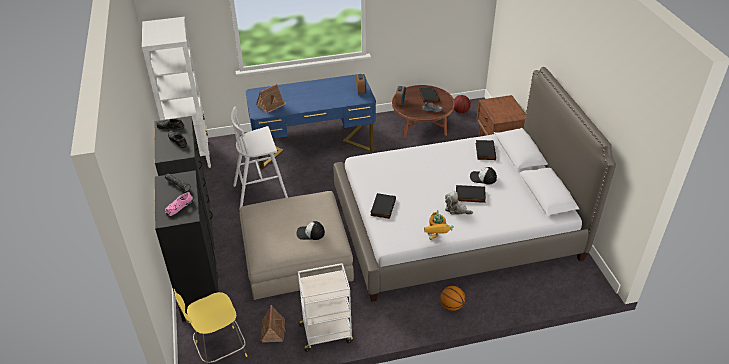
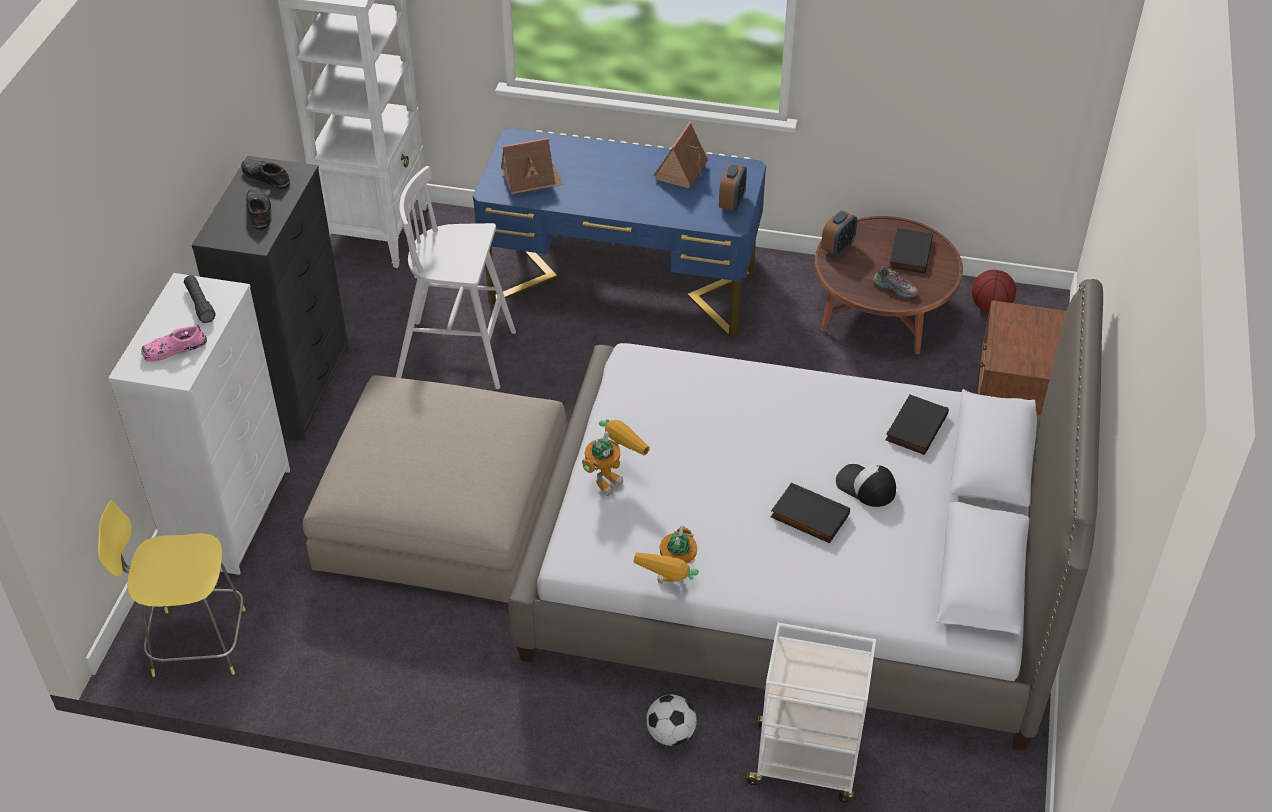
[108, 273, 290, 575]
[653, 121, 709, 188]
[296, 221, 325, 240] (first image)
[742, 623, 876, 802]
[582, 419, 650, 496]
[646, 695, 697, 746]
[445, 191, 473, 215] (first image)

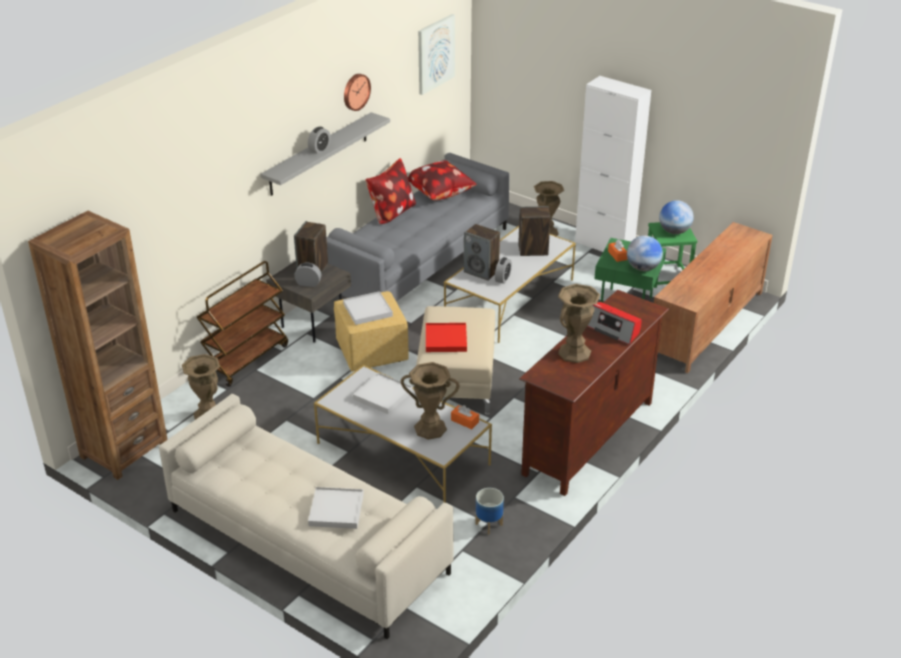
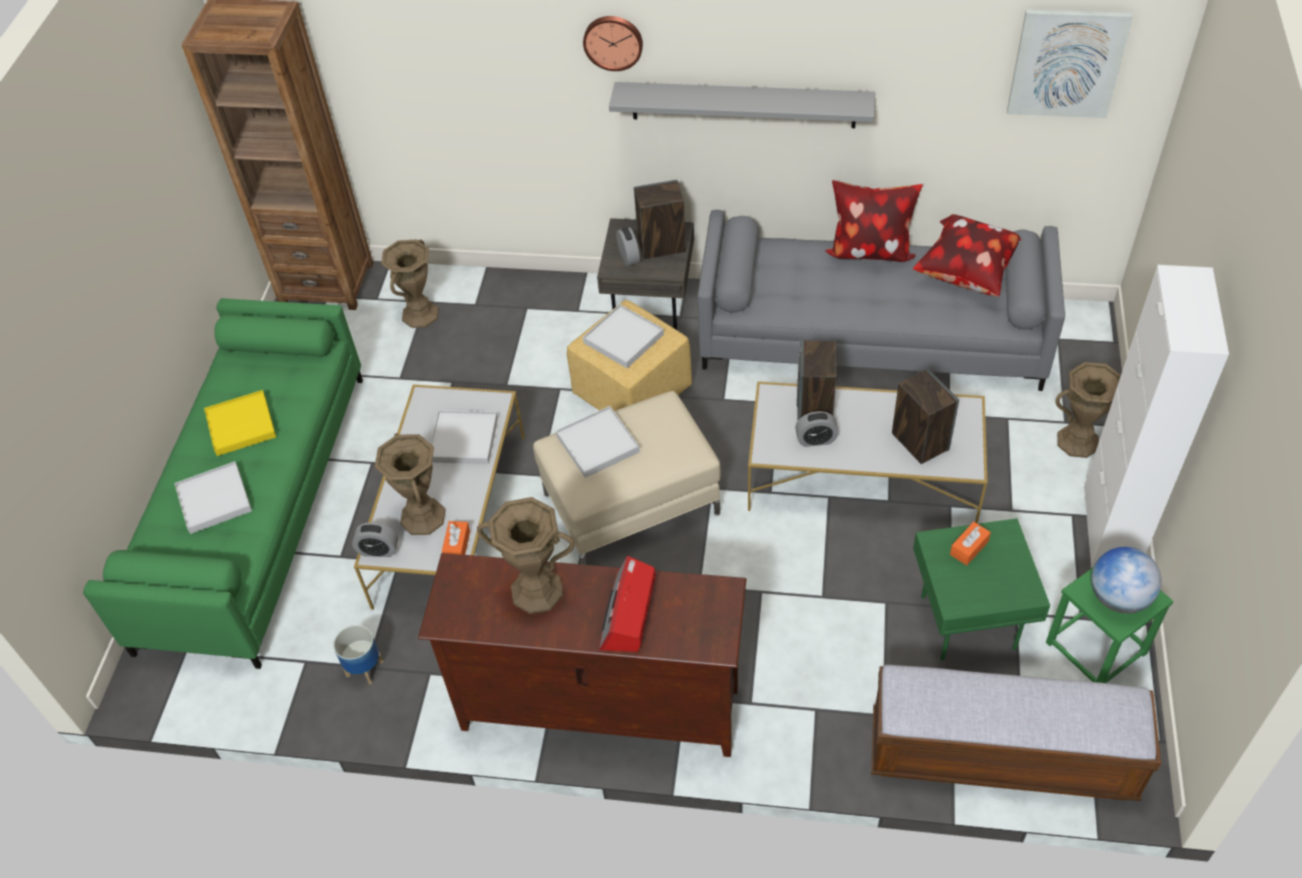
[83, 298, 363, 669]
[196, 261, 288, 387] (first image)
[352, 523, 398, 557]
[583, 16, 643, 71]
[556, 406, 640, 478]
[627, 236, 663, 271] (first image)
[871, 665, 1161, 801]
[204, 390, 276, 456]

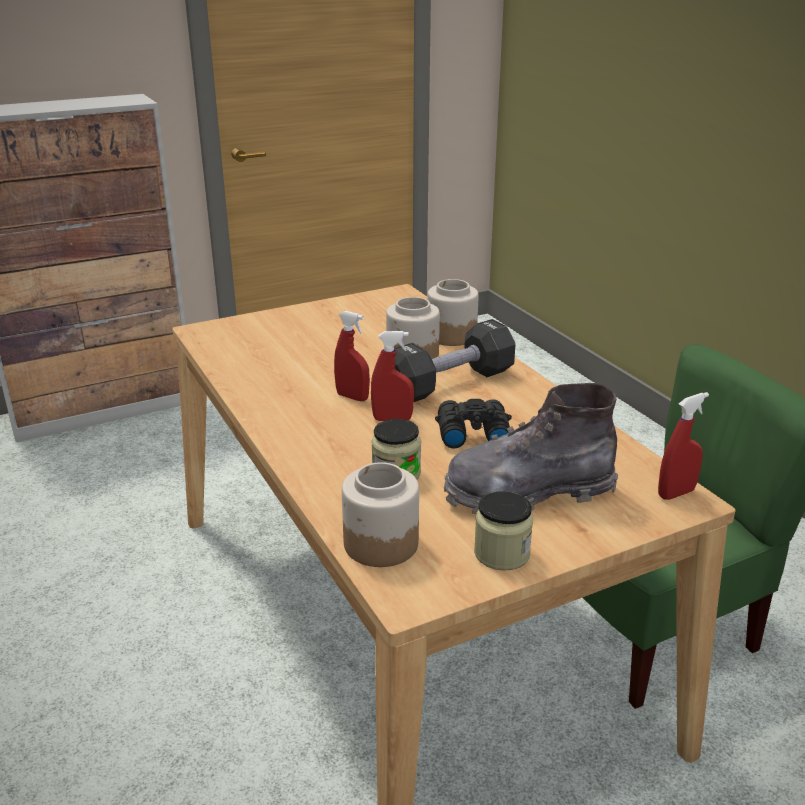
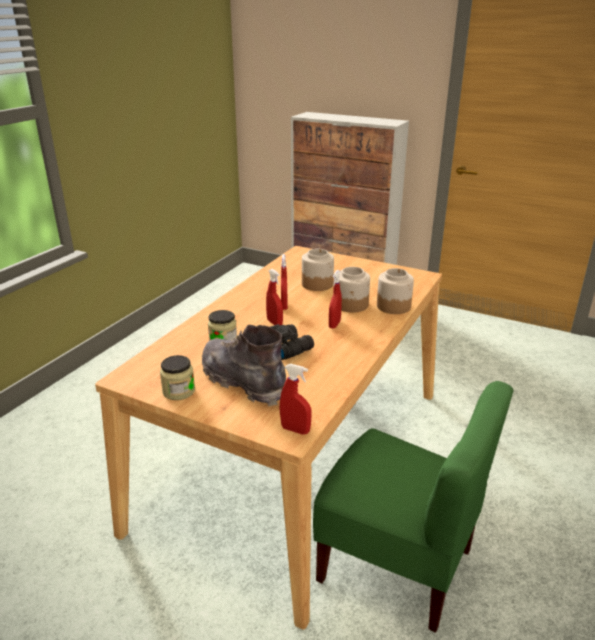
[302, 249, 334, 291]
[329, 270, 342, 329]

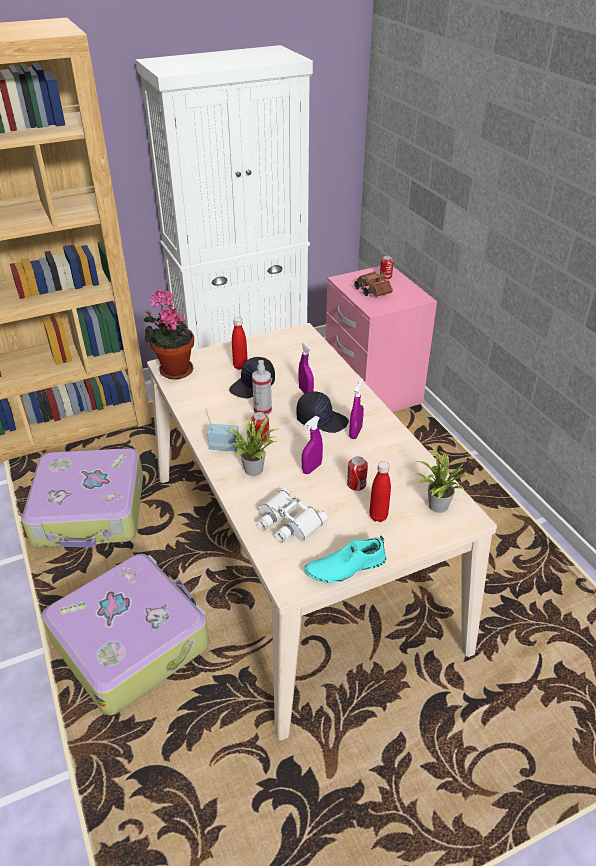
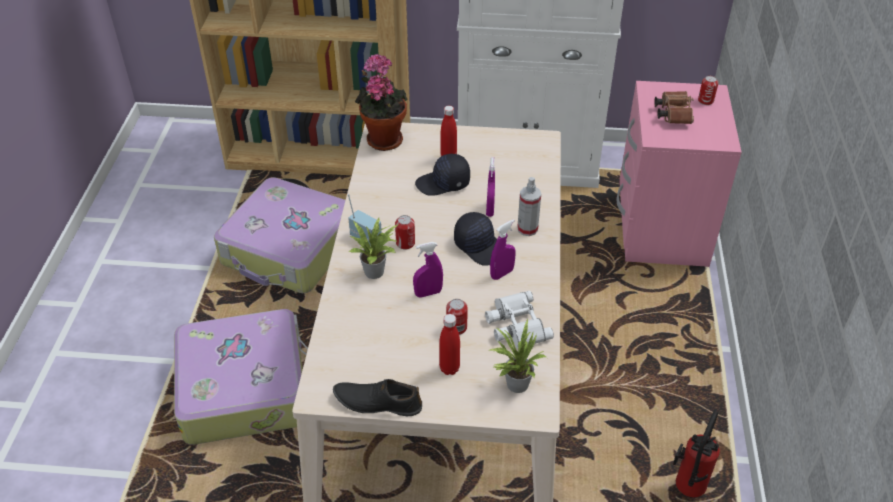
[517, 177, 541, 236]
[485, 291, 554, 349]
[333, 379, 422, 416]
[673, 409, 720, 497]

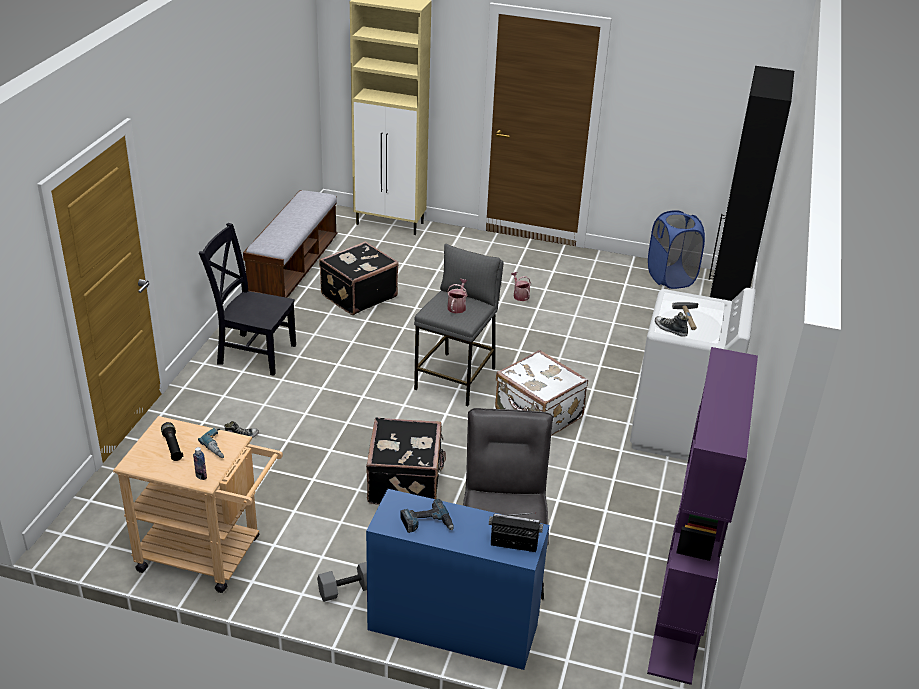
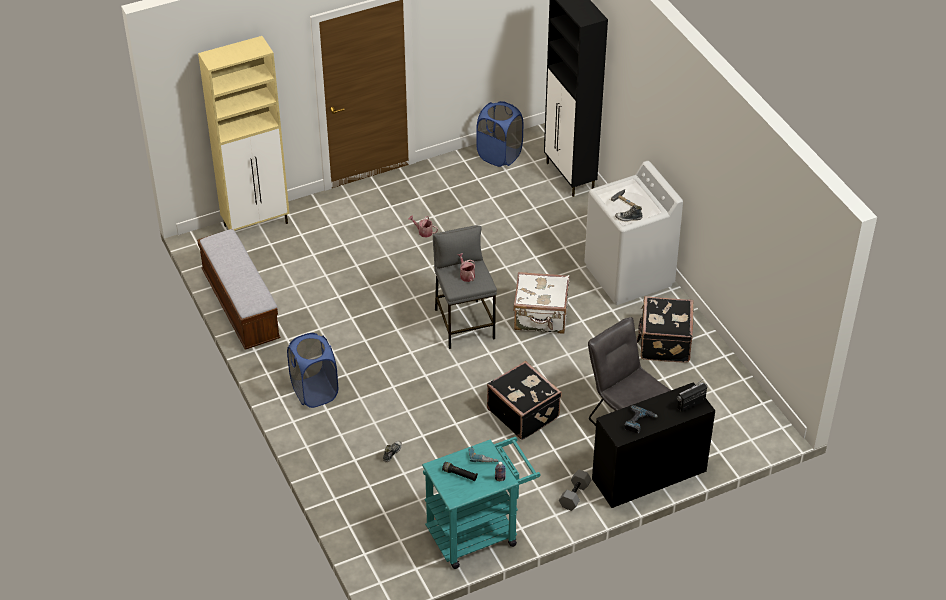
[422, 437, 541, 569]
[287, 333, 338, 408]
[637, 296, 694, 363]
[592, 382, 715, 508]
[647, 347, 758, 685] (first image)

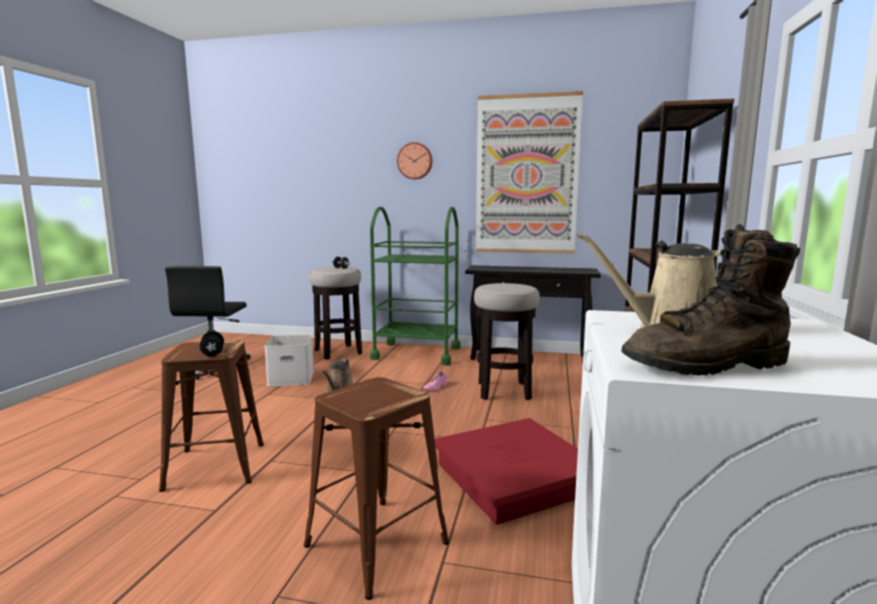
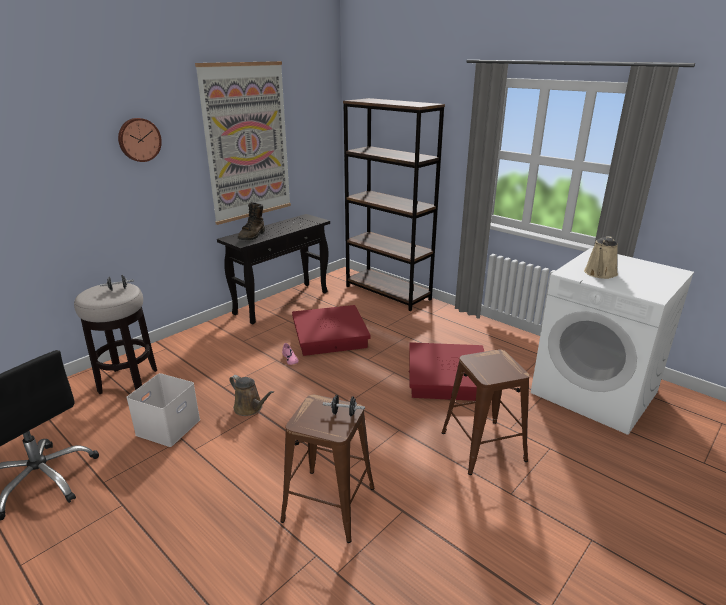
[370, 206, 461, 365] (first image)
[292, 305, 371, 356]
[238, 202, 265, 240]

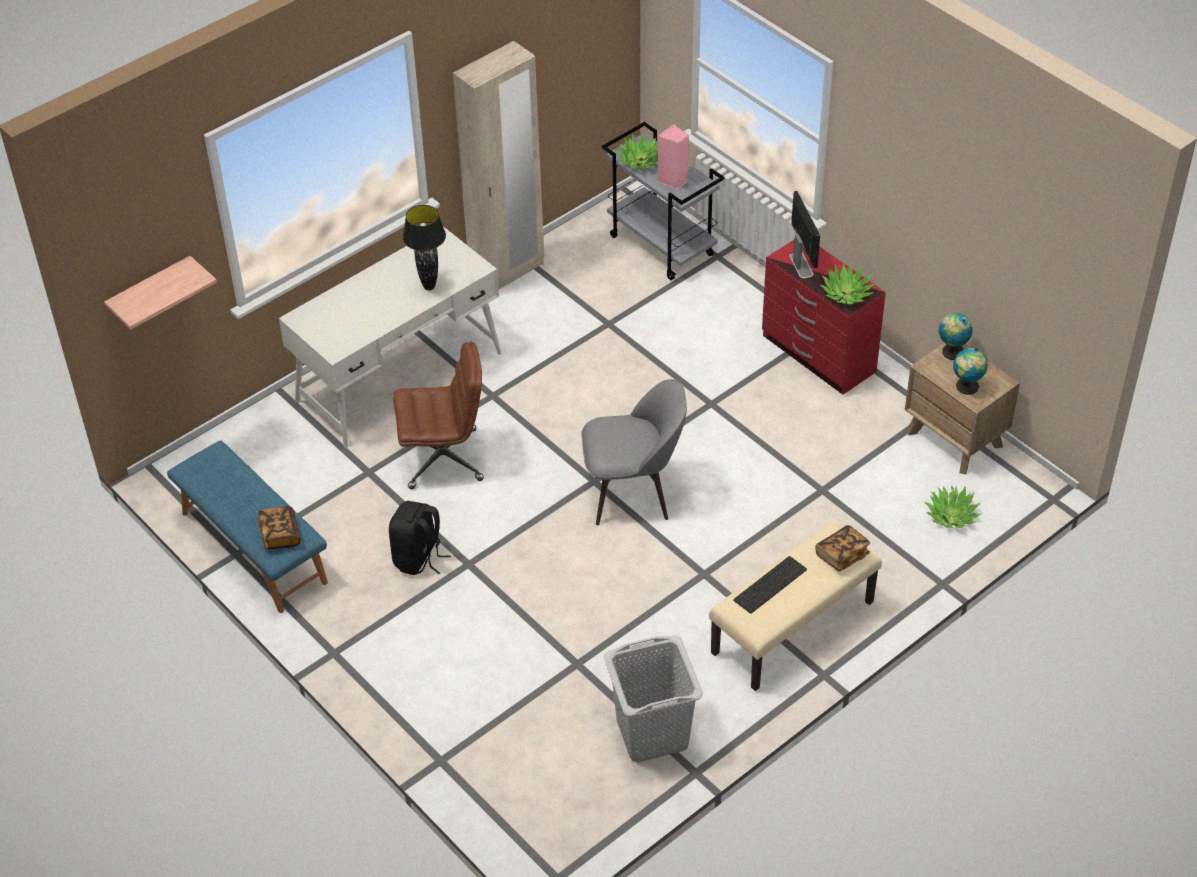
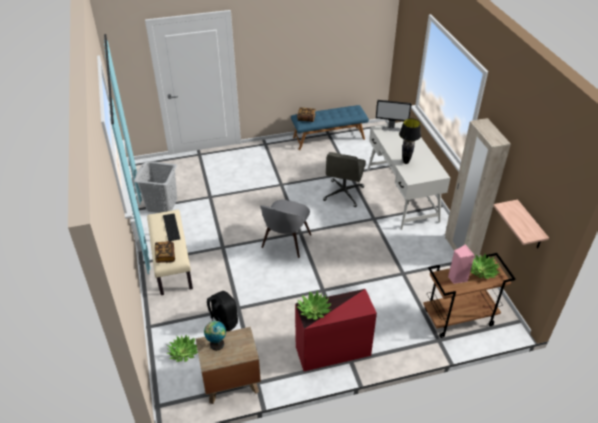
[493, 200, 549, 249]
[207, 291, 238, 332]
[323, 152, 366, 207]
[423, 253, 516, 338]
[376, 100, 412, 132]
[939, 313, 973, 360] (first image)

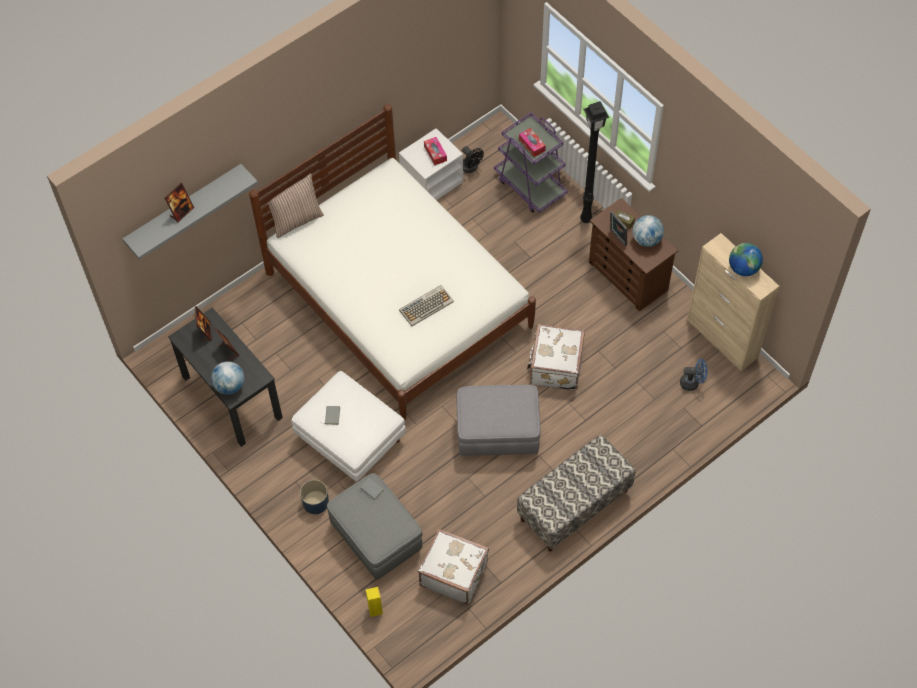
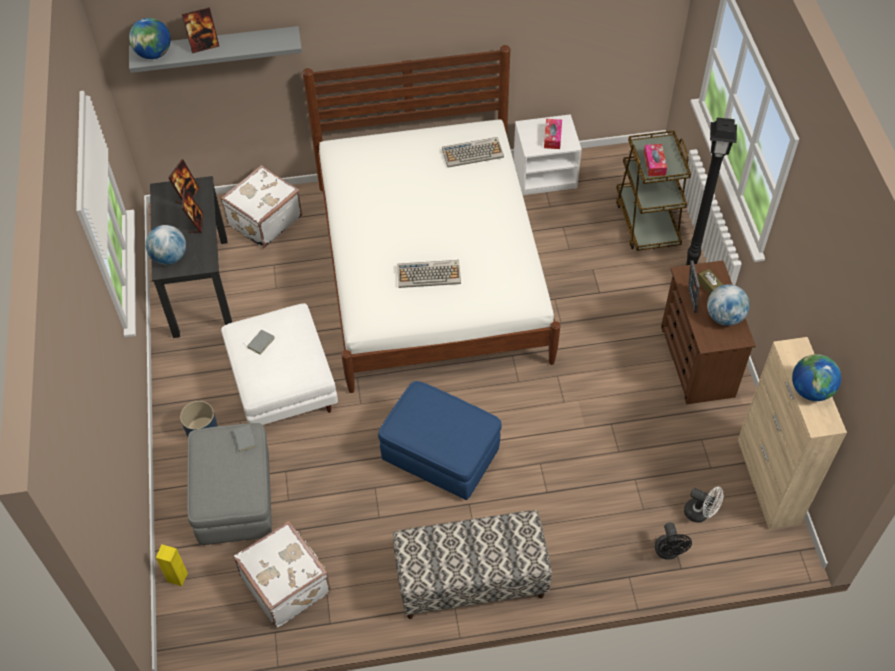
[263, 173, 324, 238] (first image)
[378, 381, 502, 500]
[655, 522, 692, 560]
[616, 130, 691, 251]
[221, 165, 302, 248]
[684, 487, 723, 523]
[129, 18, 171, 59]
[442, 137, 504, 168]

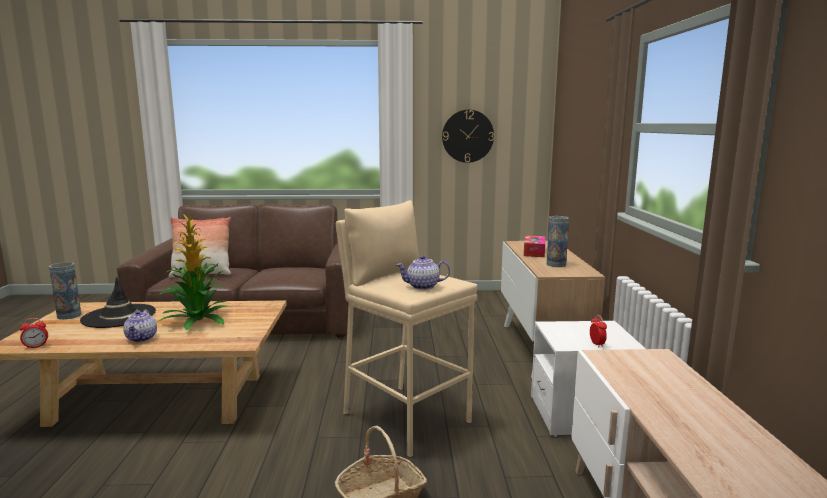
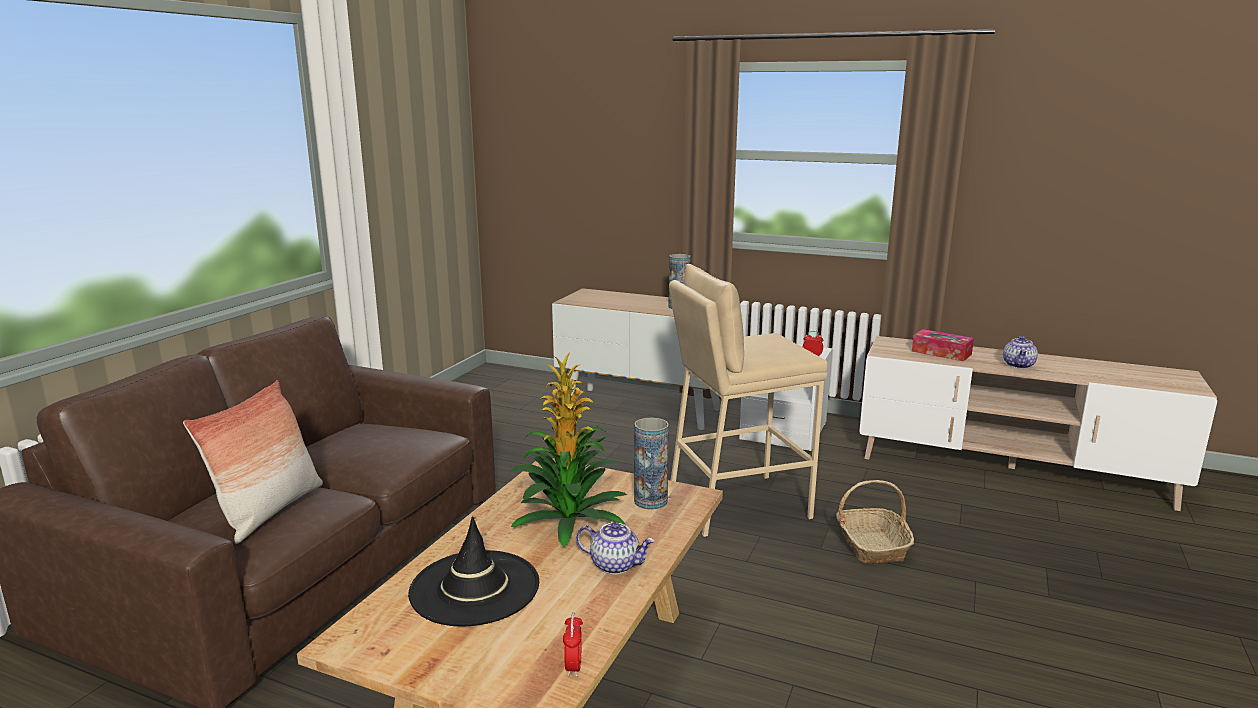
[634, 417, 669, 510]
[1003, 336, 1038, 369]
[442, 110, 494, 163] (first image)
[912, 329, 974, 361]

